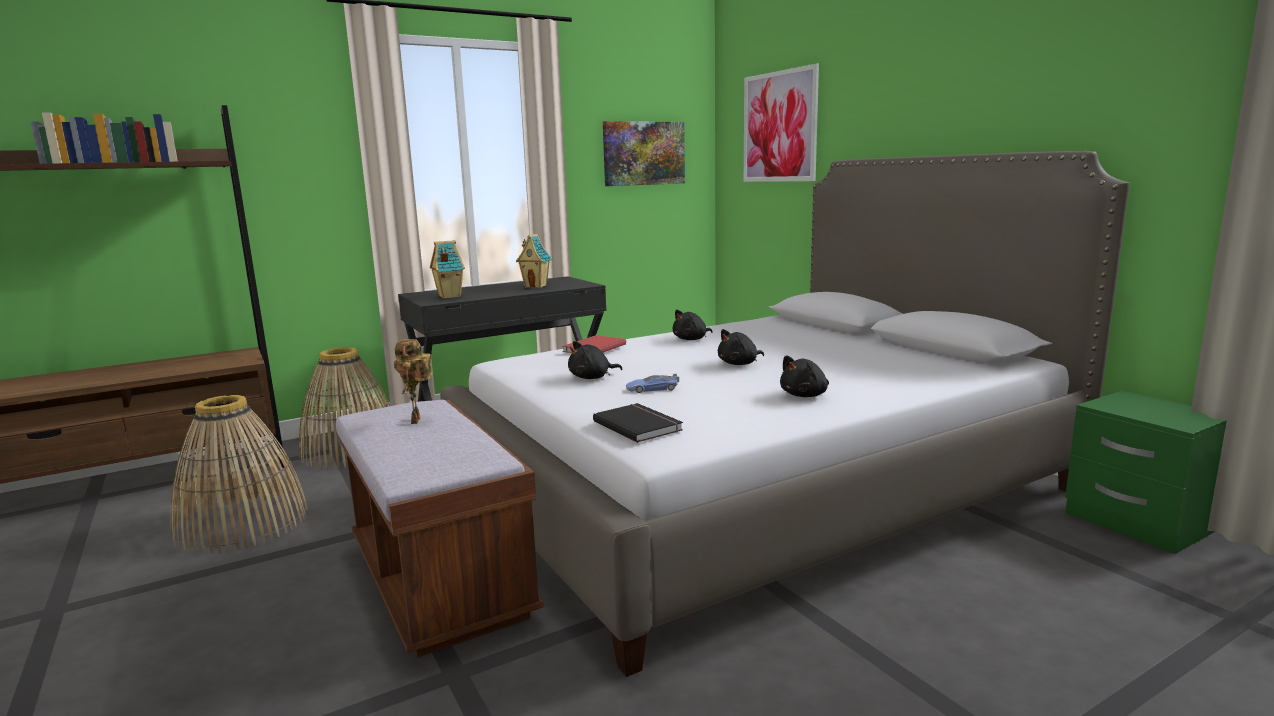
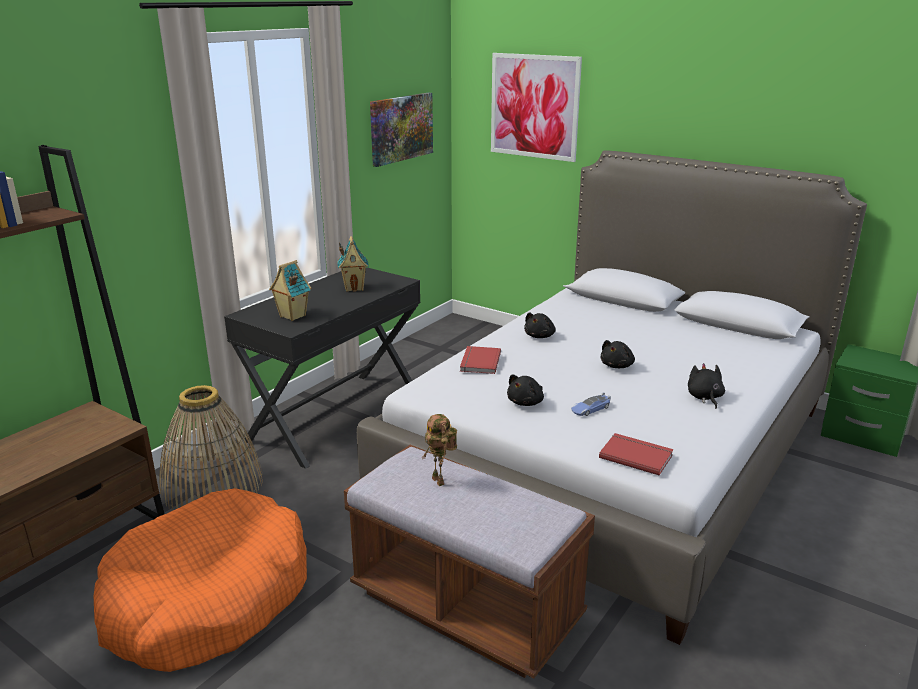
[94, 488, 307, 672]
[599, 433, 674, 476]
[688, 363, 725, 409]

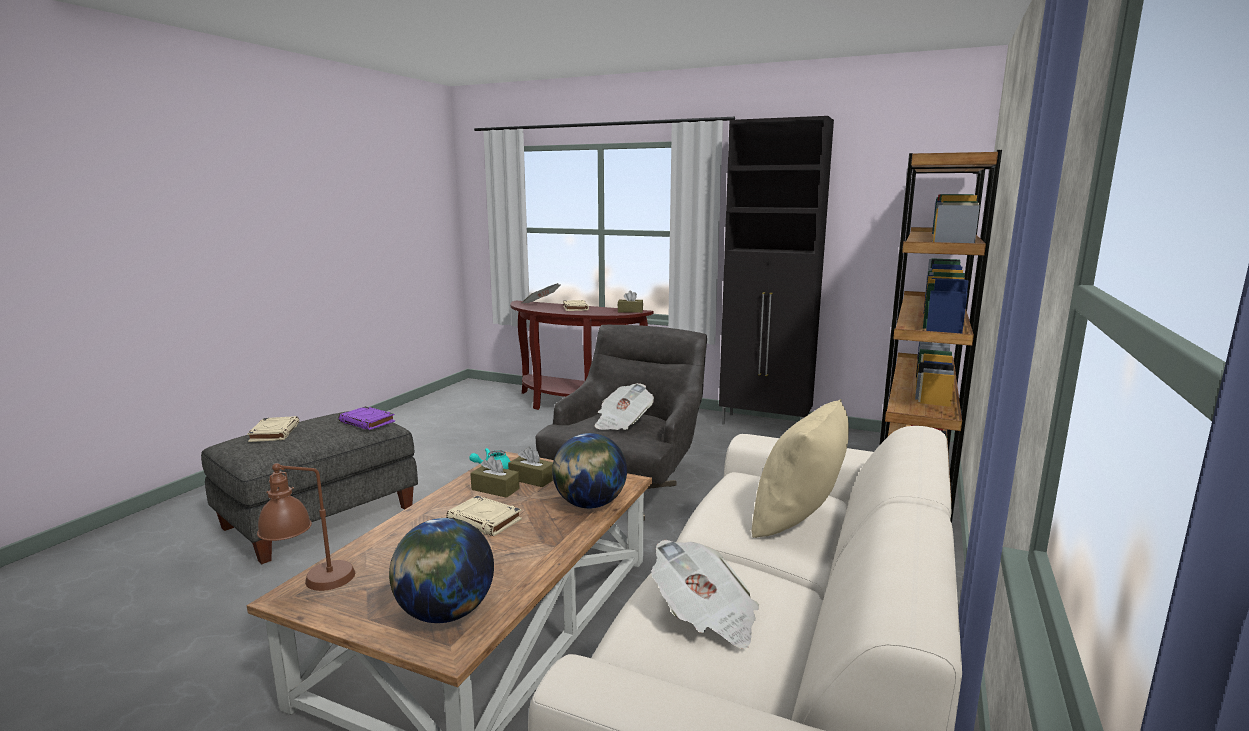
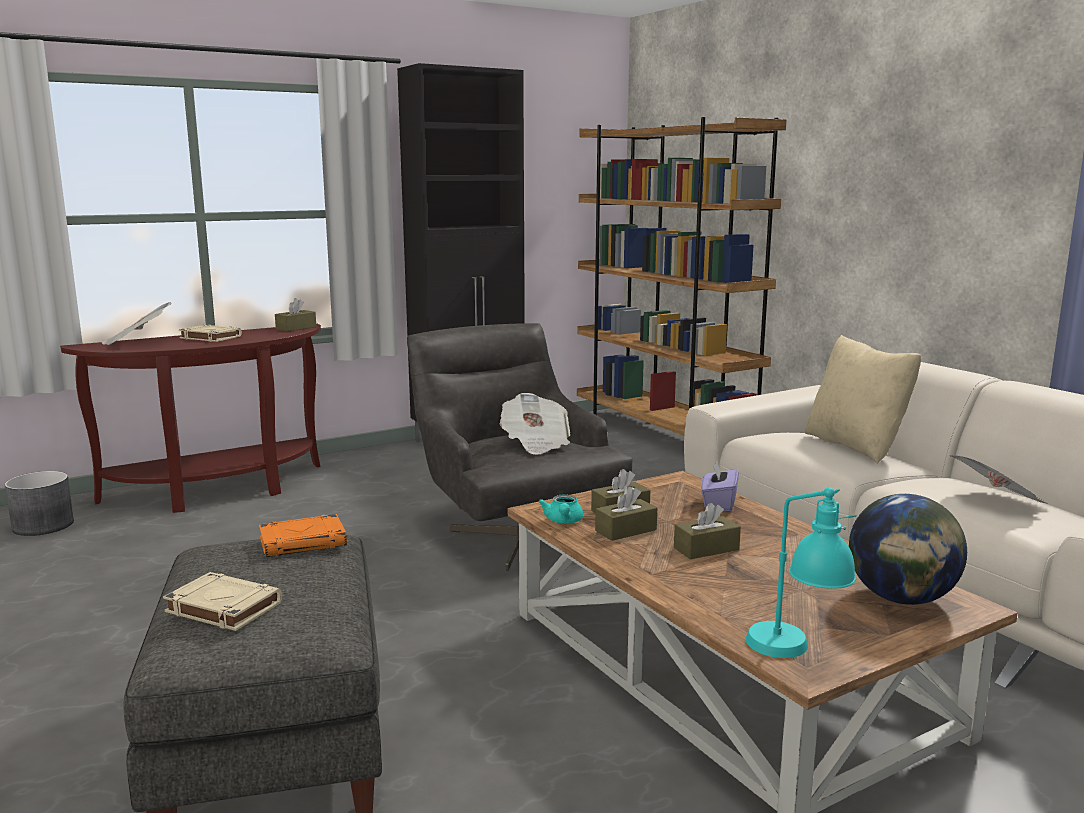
[746, 487, 857, 658]
[259, 514, 347, 557]
[674, 503, 741, 559]
[701, 461, 739, 511]
[5, 471, 74, 536]

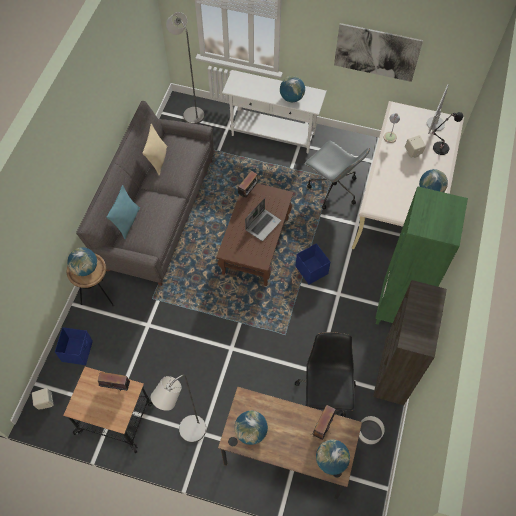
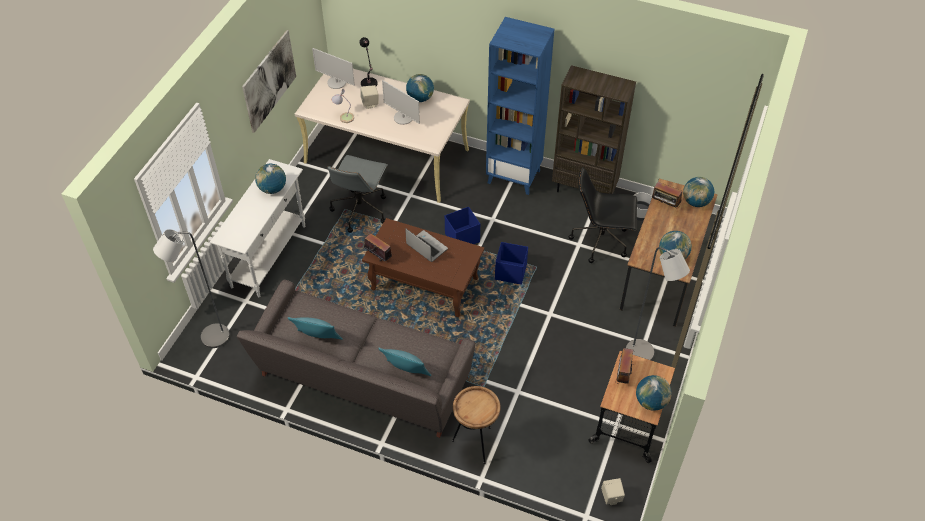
[495, 242, 528, 285]
[636, 375, 672, 411]
[288, 317, 343, 340]
[327, 155, 388, 233]
[486, 17, 554, 195]
[382, 80, 420, 125]

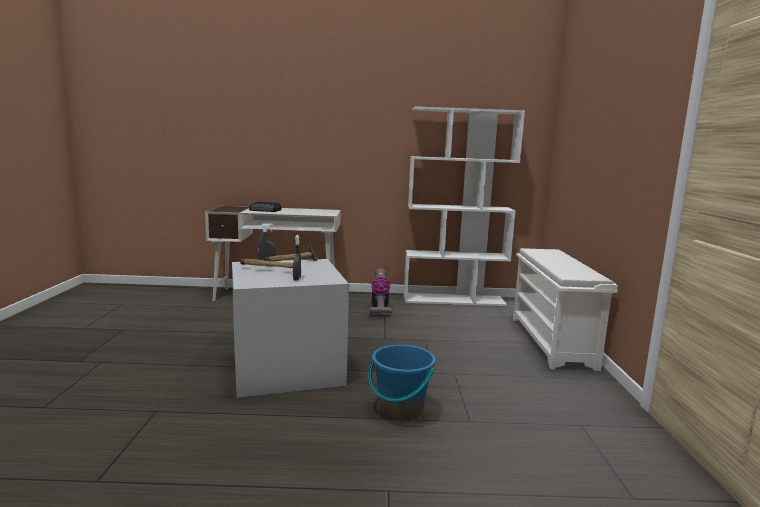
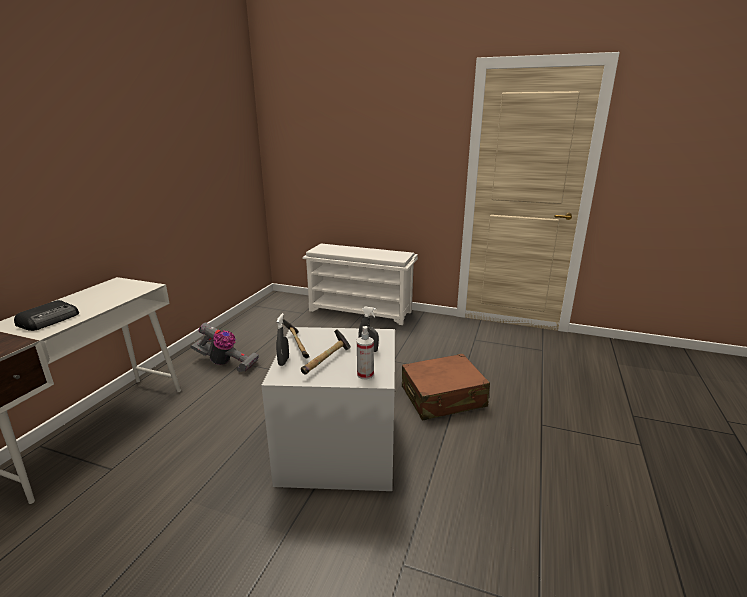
[402, 354, 490, 420]
[404, 106, 525, 306] (first image)
[357, 326, 374, 380]

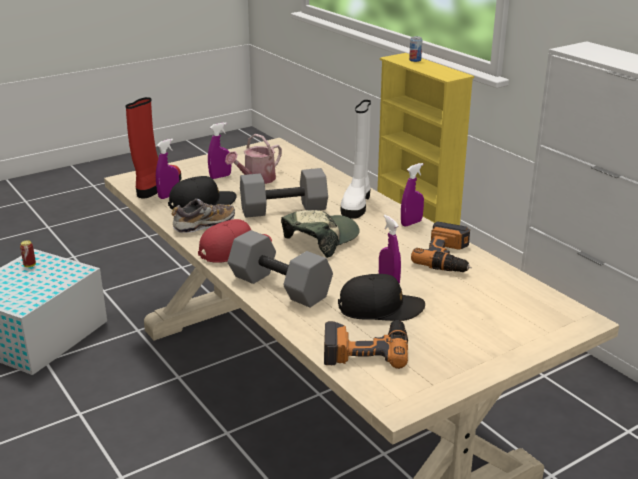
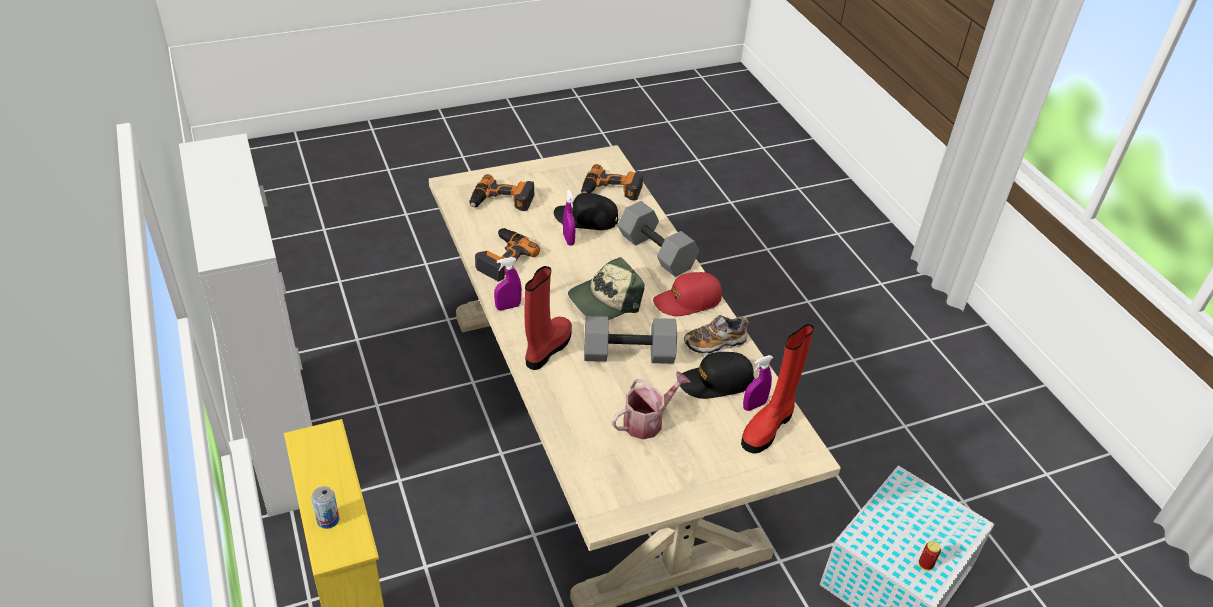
[208, 122, 231, 179] (first image)
[524, 266, 572, 370]
[469, 174, 535, 211]

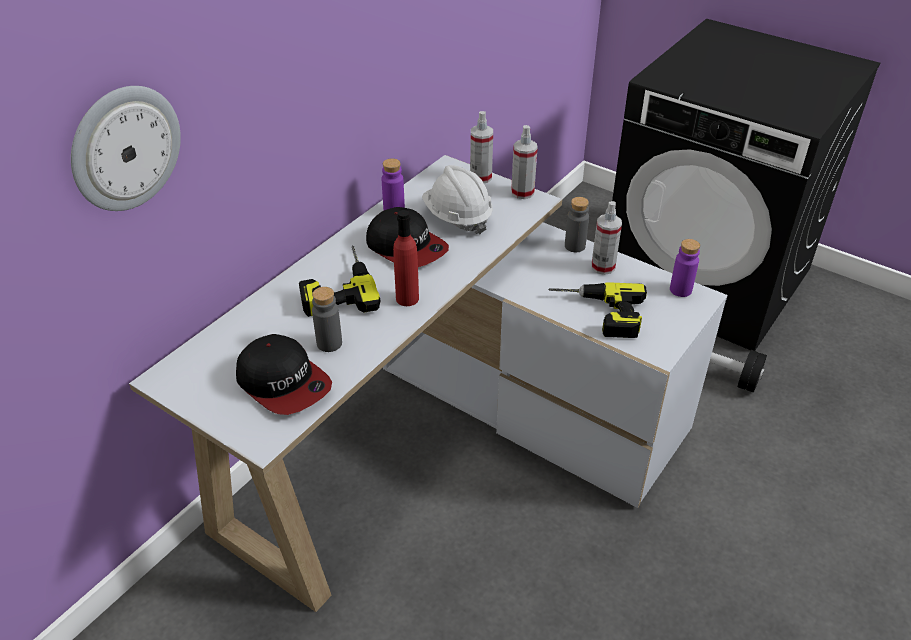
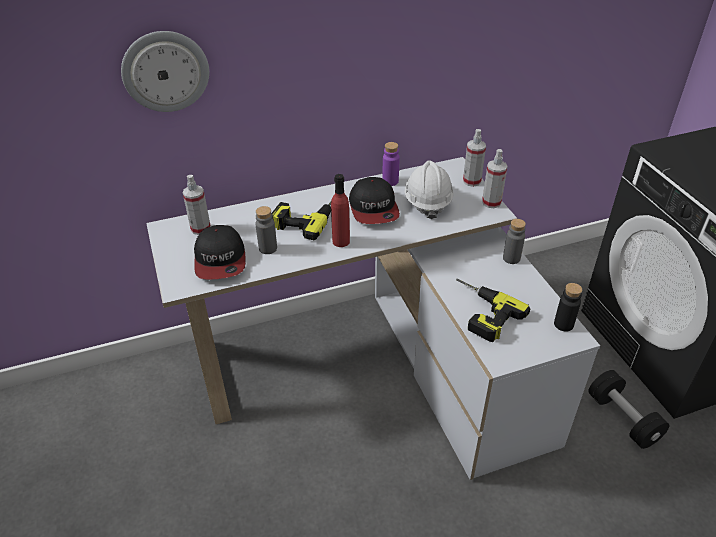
[183, 175, 211, 235]
[554, 283, 582, 332]

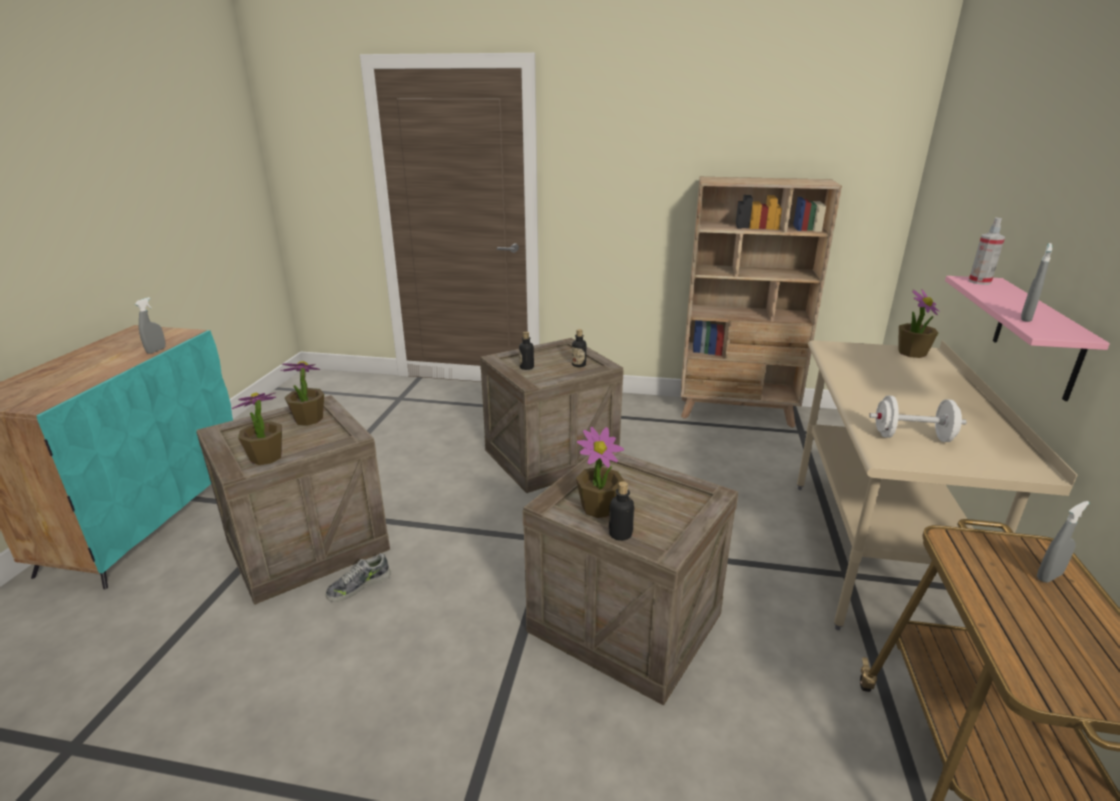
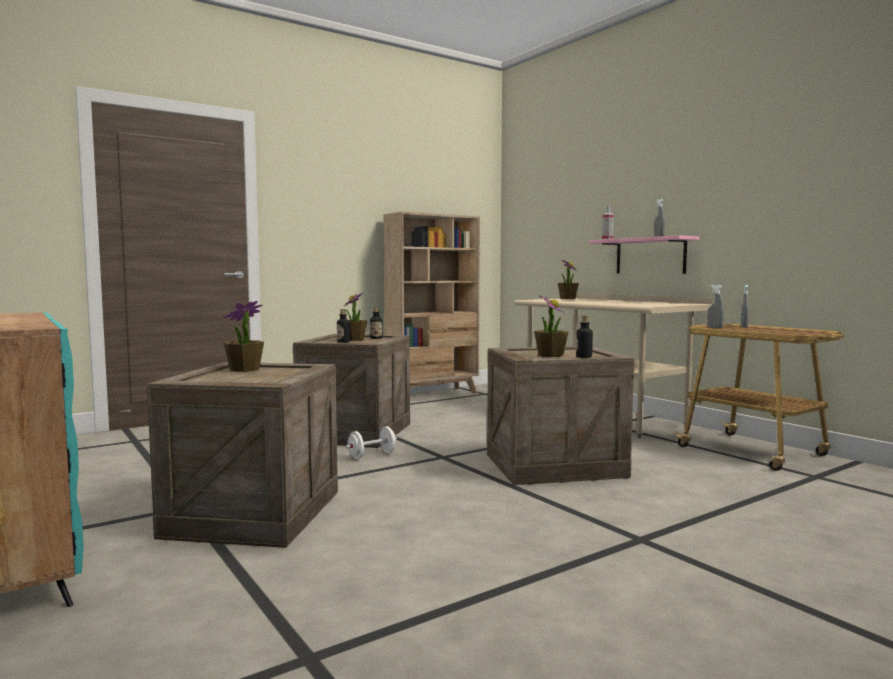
[707, 285, 724, 328]
[344, 292, 367, 341]
[326, 553, 390, 602] (first image)
[345, 426, 397, 459]

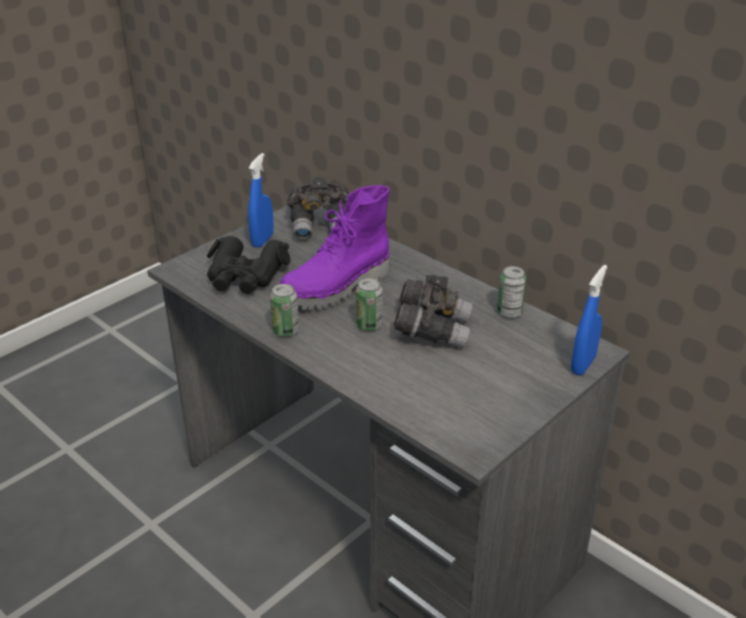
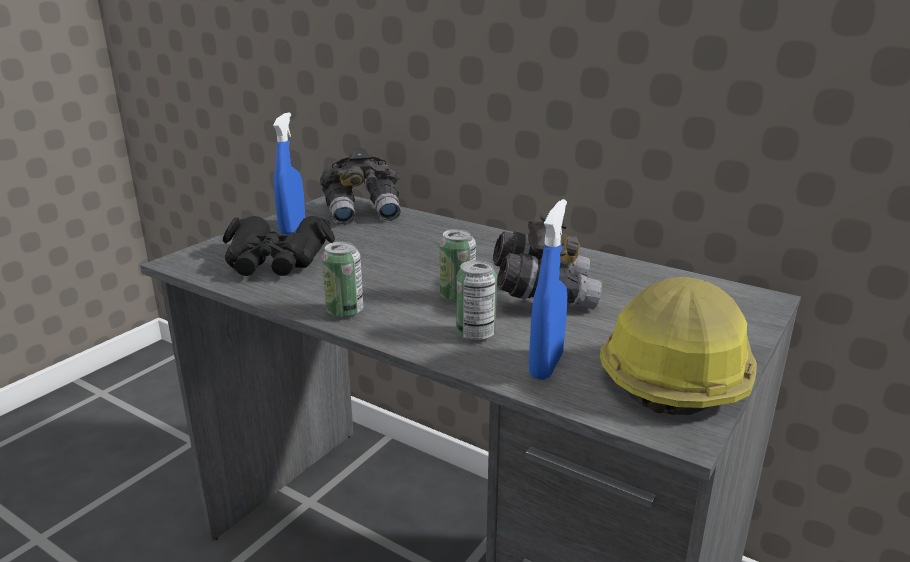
[279, 185, 390, 310] (first image)
[456, 260, 497, 342]
[529, 199, 567, 380]
[600, 277, 757, 415]

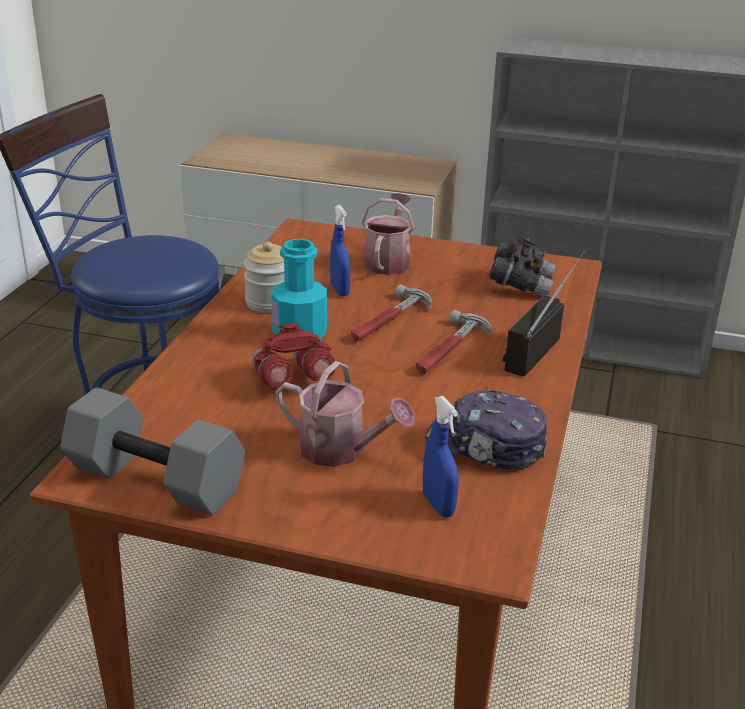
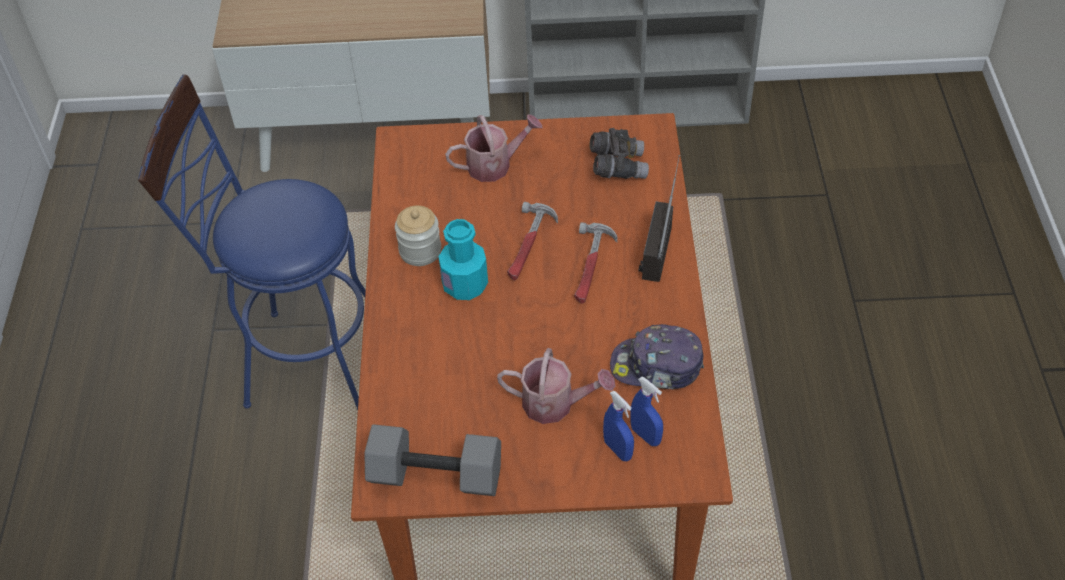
[252, 322, 335, 388] (first image)
[603, 390, 634, 461]
[445, 114, 542, 182]

